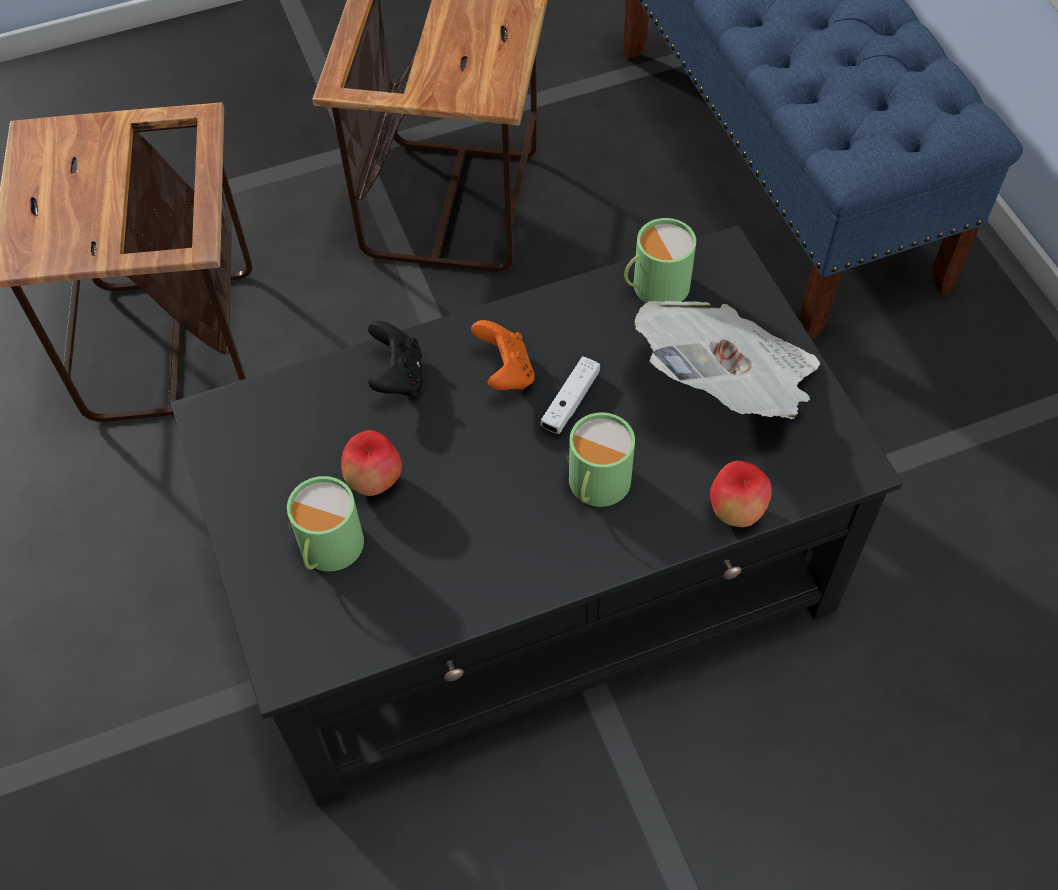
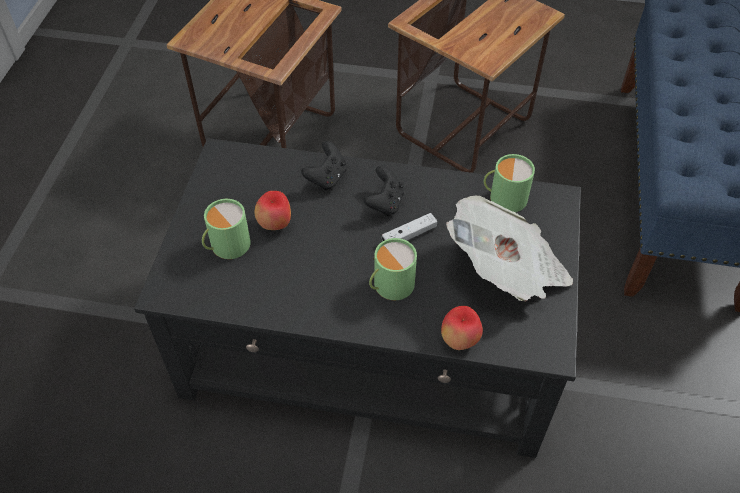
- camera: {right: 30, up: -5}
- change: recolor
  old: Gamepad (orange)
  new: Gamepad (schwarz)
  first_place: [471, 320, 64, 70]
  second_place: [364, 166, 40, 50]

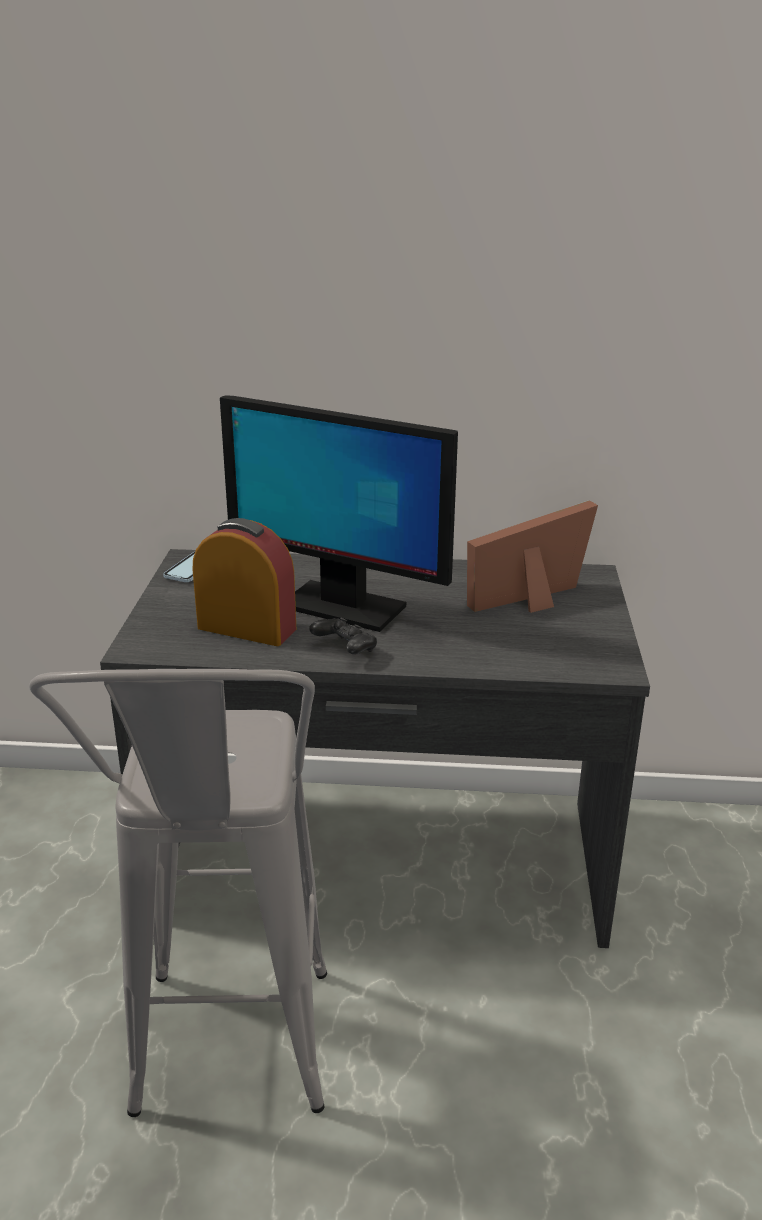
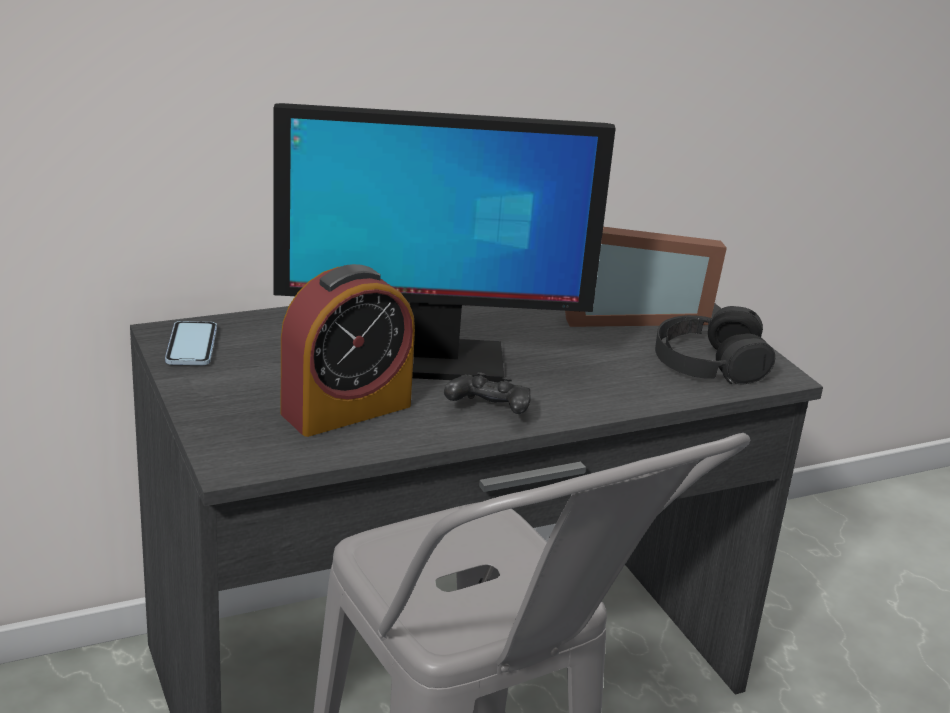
- camera: {right: -30, up: 0}
- change: insert
  new: Kopfhörer (schwarz)
  second_place: [655, 306, 120, 79]
- change: rotate
  old: Wecker
  first_place: [193, 518, 103, 128]
  second_place: [281, 264, 134, 173]
  degrees: 150
- change: rotate
  old: Bilderrahmen
  first_place: [467, 500, 131, 113]
  second_place: [565, 227, 162, 100]
  degrees: -135

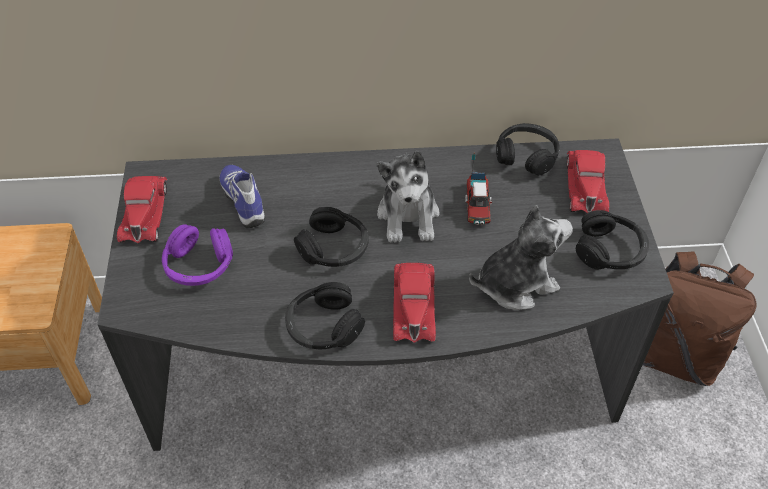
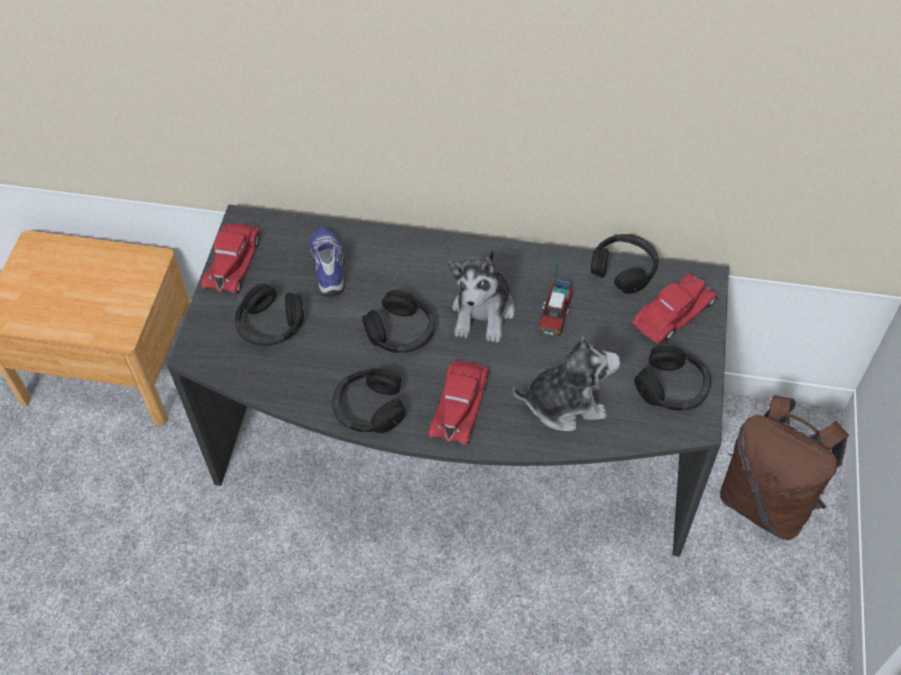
- camera: {right: 15, up: 5}
- change: recolor
  old: Kopfhörer (lila)
  new: Kopfhörer (schwarz)
  first_place: [162, 224, 71, 62]
  second_place: [235, 283, 69, 63]
- change: rotate
  old: Spielzeugauto (rot)
  first_place: [567, 150, 42, 63]
  second_place: [632, 273, 86, 70]
  degrees: -150

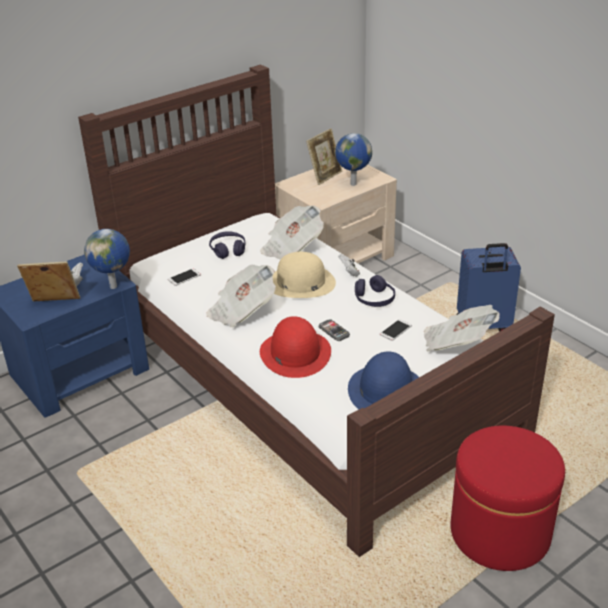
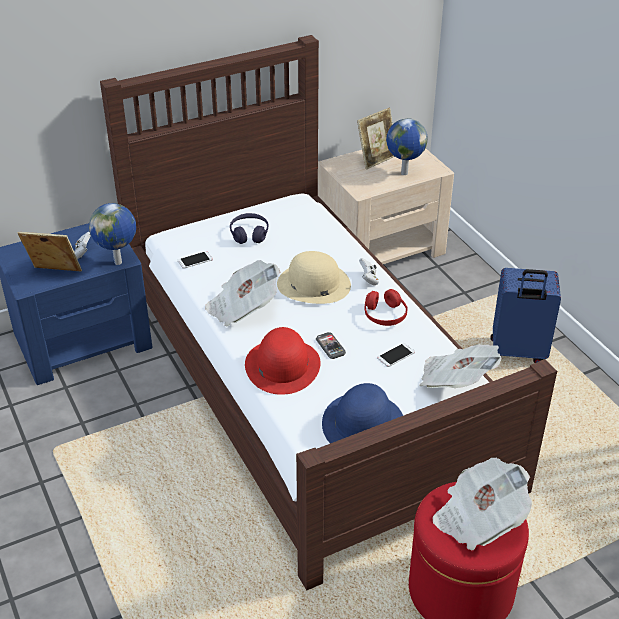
- camera: {right: 10, up: 5}
- change: move
  old: Zeitung
  first_place: [260, 205, 64, 54]
  second_place: [433, 458, 99, 93]
- change: recolor
  old: Kopfhörer (lila)
  new: Kopfhörer (rot)
  first_place: [355, 275, 40, 32]
  second_place: [365, 289, 43, 37]

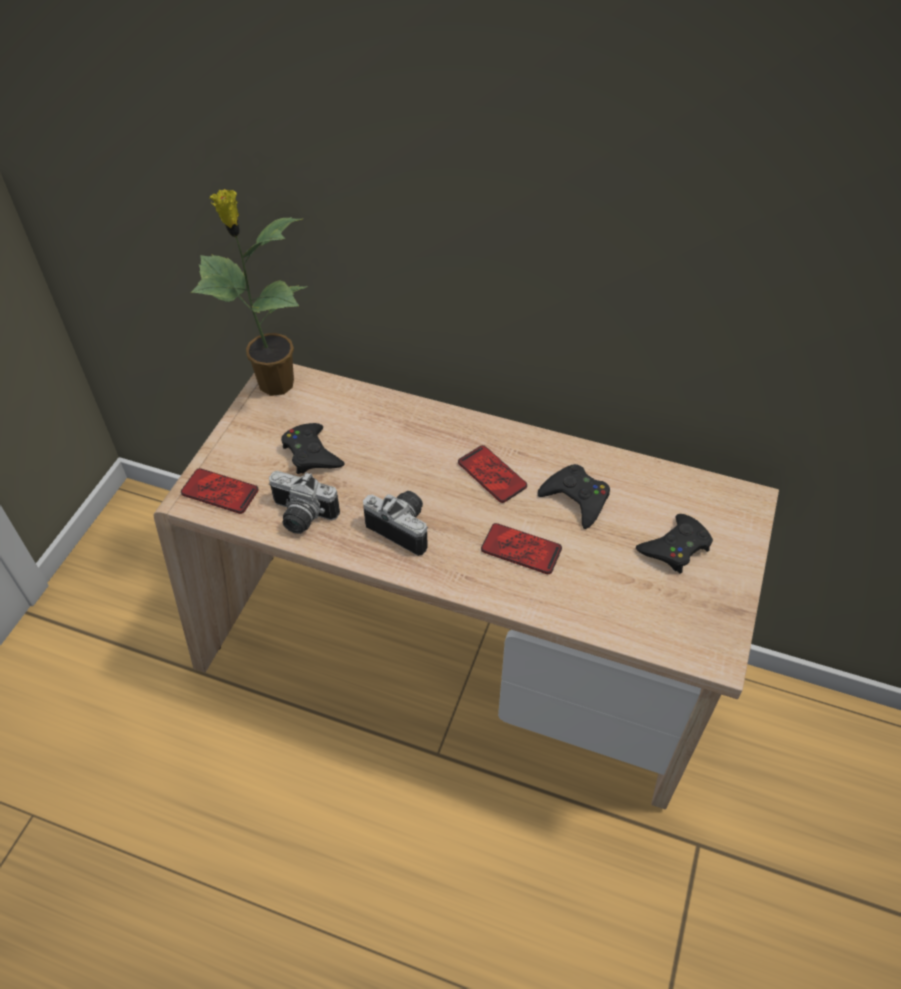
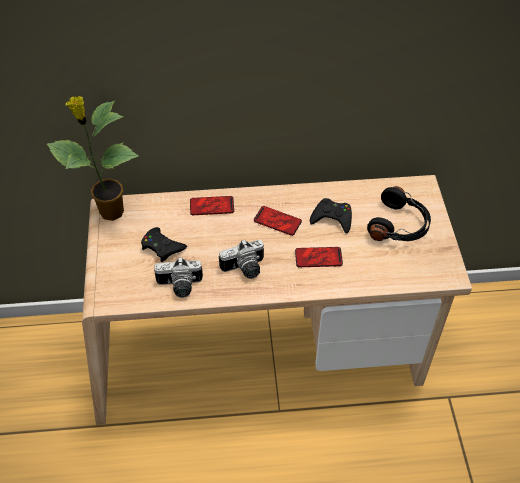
- camera: {right: -25, up: 0}
- change: move
  old: Handy
  first_place: [181, 468, 78, 46]
  second_place: [190, 196, 44, 19]
- change: replace
  old: Gamepad (schwarz)
  new: Kopfhörer (schwarz)
  first_place: [636, 514, 77, 60]
  second_place: [367, 186, 64, 55]
- change: rotate
  old: Kamera
  first_place: [363, 491, 65, 65]
  second_place: [219, 239, 45, 40]
  degrees: 150

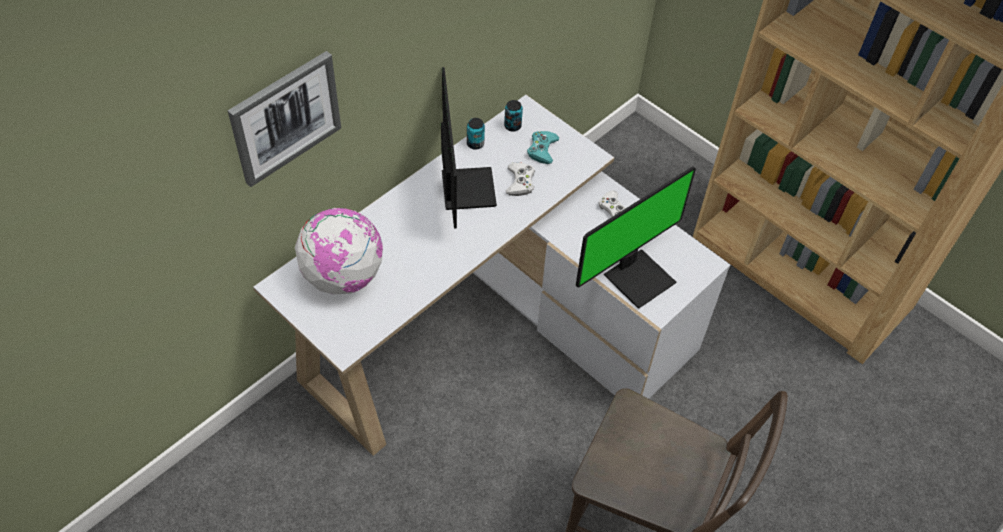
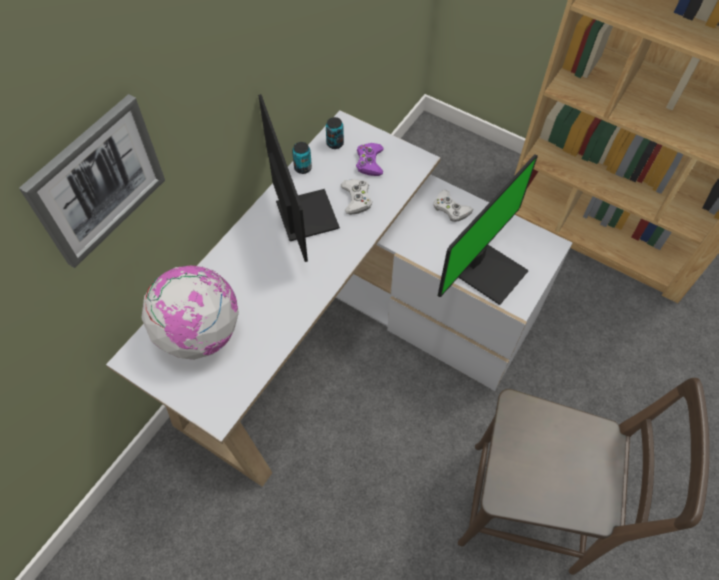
- camera: {right: -10, up: 5}
- change: recolor
  old: Gamepad (türkis)
  new: Gamepad (lila)
  first_place: [527, 131, 32, 33]
  second_place: [356, 143, 28, 33]

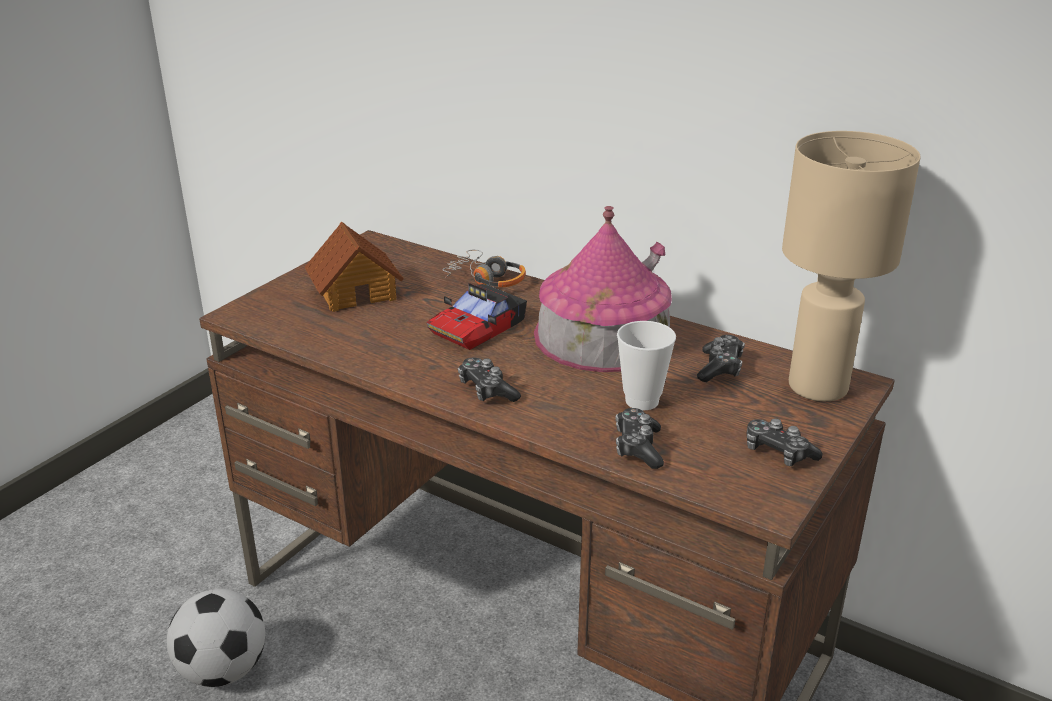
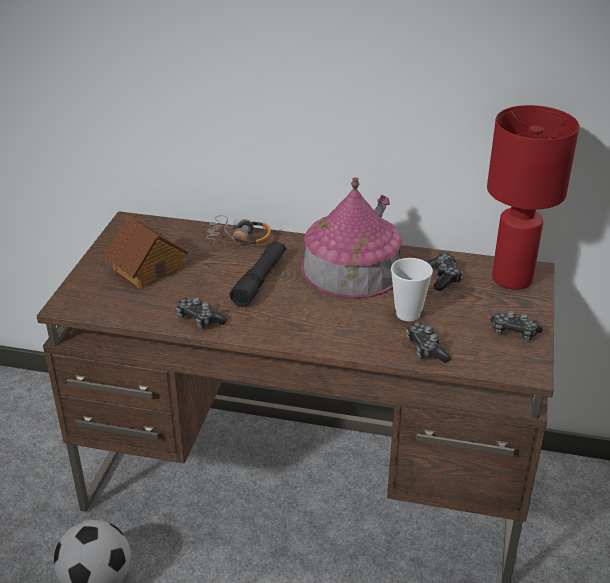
- camera: {right: -20, up: 5}
- change: move
  old: Gamepad
  first_place: [458, 357, 63, 45]
  second_place: [176, 297, 51, 32]
- change: replace
  old: Spielzeugauto
  new: Taschenlampe (schwarz)
  first_place: [426, 283, 101, 67]
  second_place: [230, 241, 56, 66]
- change: recolor
  old: Tischlampe (beige)
  new: Tischlampe (rot)
  first_place: [782, 131, 139, 270]
  second_place: [487, 105, 92, 185]

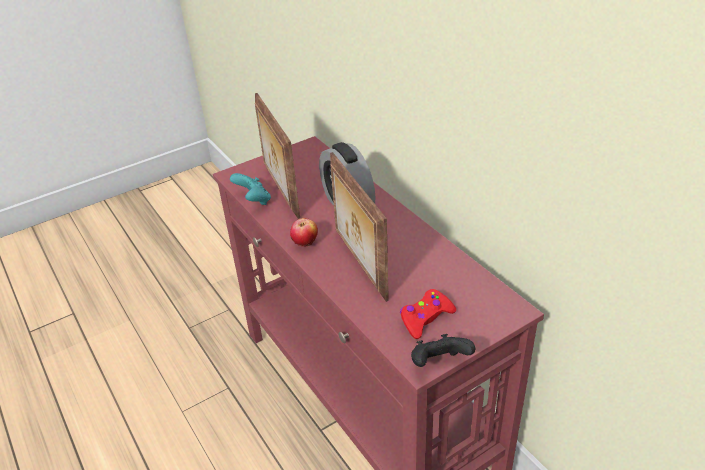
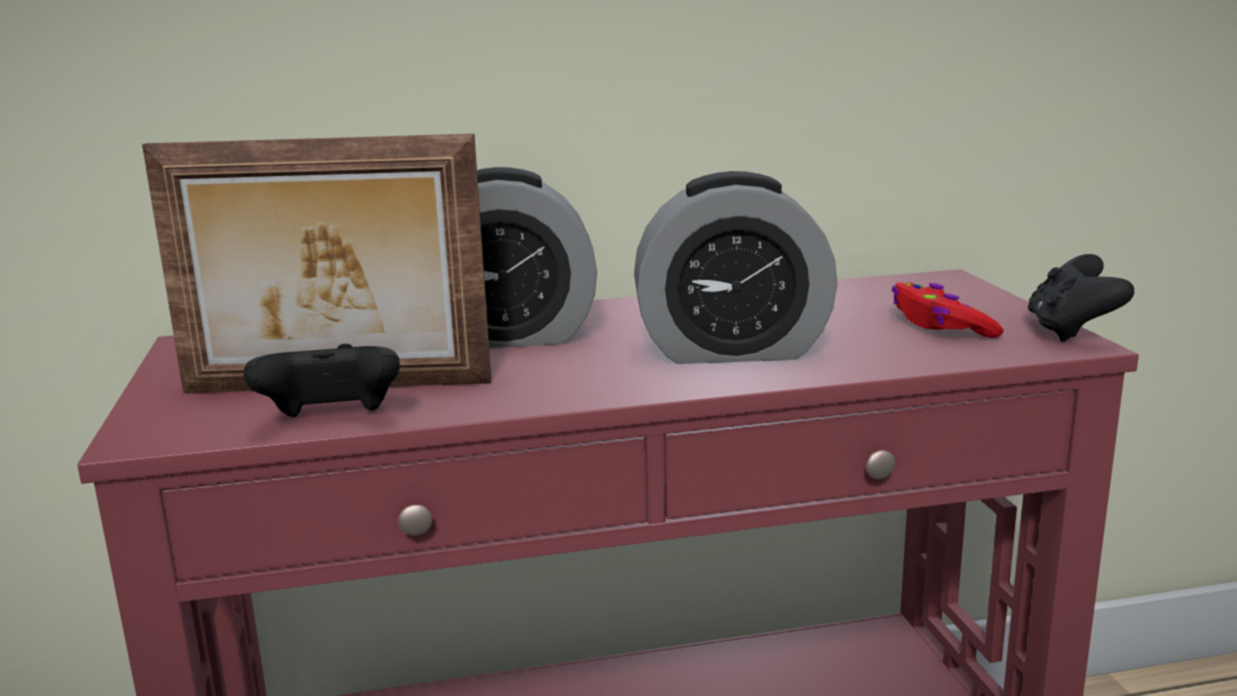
- camera: {right: -70, up: -20}
- change: delete
  old: Apfel
  first_place: [290, 218, 28, 28]
- change: replace
  old: Bilderrahmen
  new: Wecker
  first_place: [330, 152, 59, 150]
  second_place: [634, 171, 203, 193]
- change: recolor
  old: Gamepad (türkis)
  new: Gamepad (schwarz)
  first_place: [230, 173, 41, 32]
  second_place: [243, 344, 157, 73]

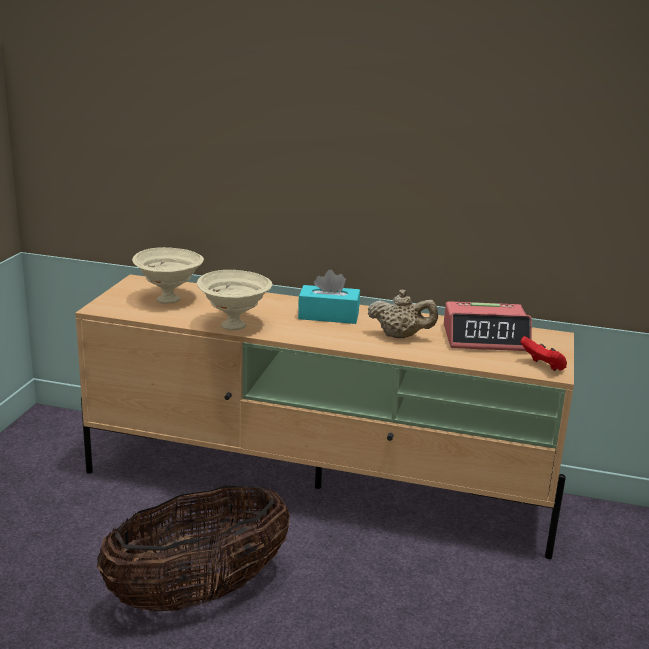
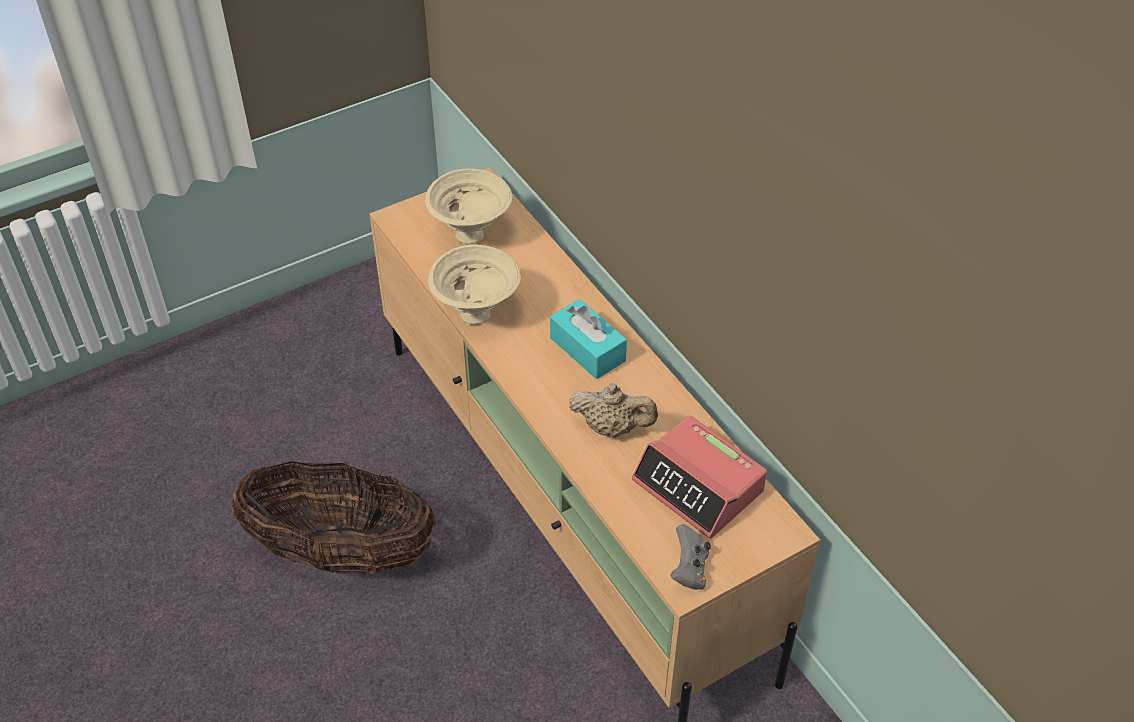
- camera: {right: 45, up: 25}
- change: recolor
  old: Gamepad (rot)
  new: Gamepad (grau)
  first_place: [520, 336, 47, 35]
  second_place: [670, 524, 41, 66]
- change: rotate
  old: Teekanne (beige)
  first_place: [368, 290, 70, 49]
  second_place: [569, 384, 89, 54]
  degrees: -45

